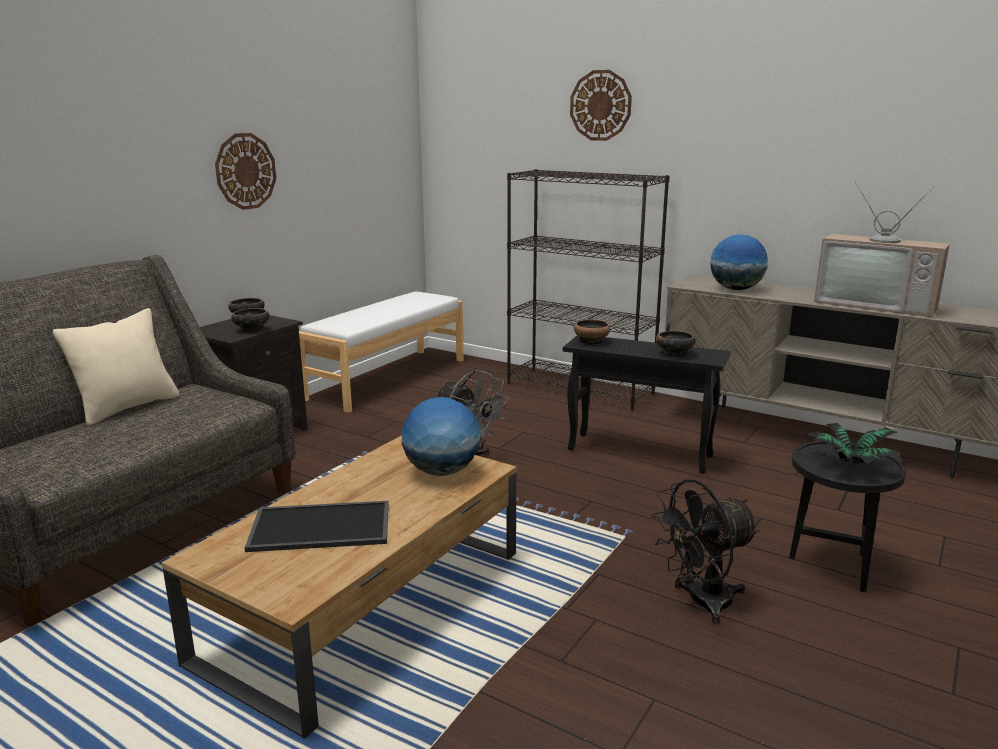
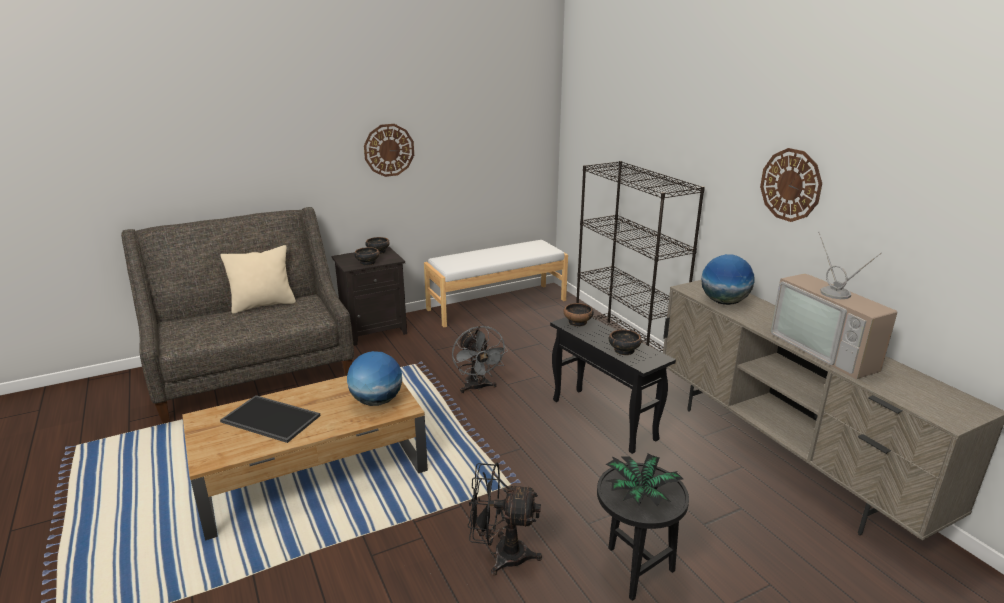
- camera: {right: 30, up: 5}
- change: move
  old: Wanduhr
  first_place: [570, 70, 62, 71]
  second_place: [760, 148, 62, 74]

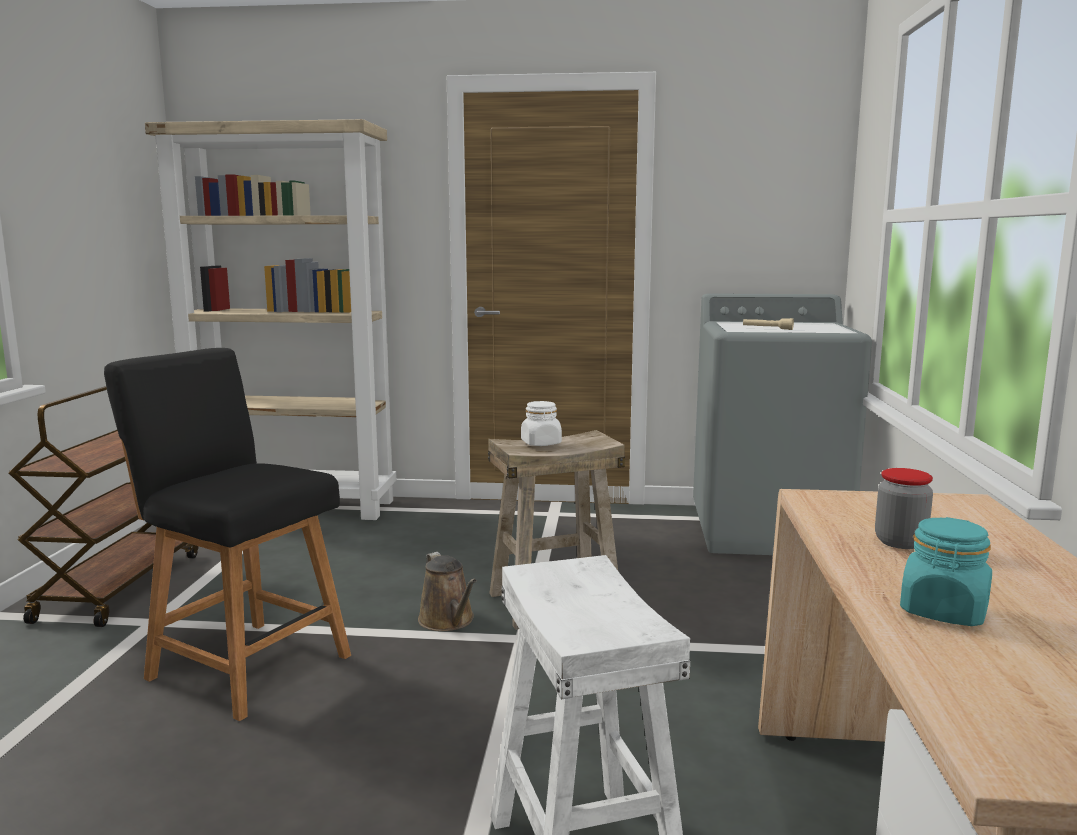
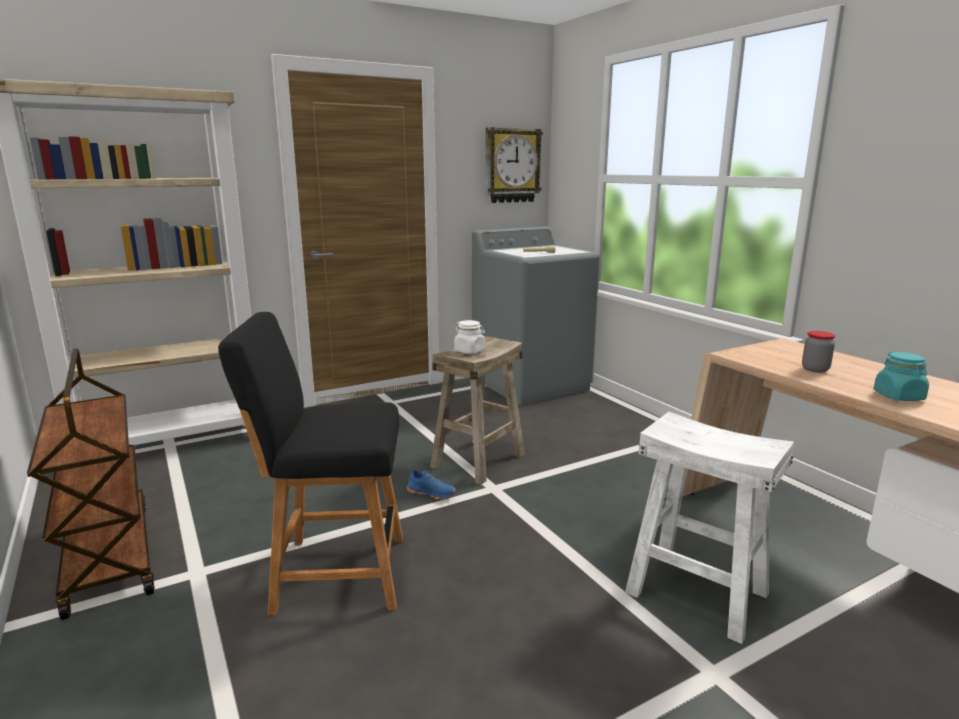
- camera: {right: -35, up: 5}
- change: insert
  new: Wanduhr
  second_place: [486, 127, 57, 76]
- change: replace
  old: Gießkanne (braun)
  new: Schuh (blau)
  first_place: [418, 552, 59, 79]
  second_place: [407, 468, 49, 32]

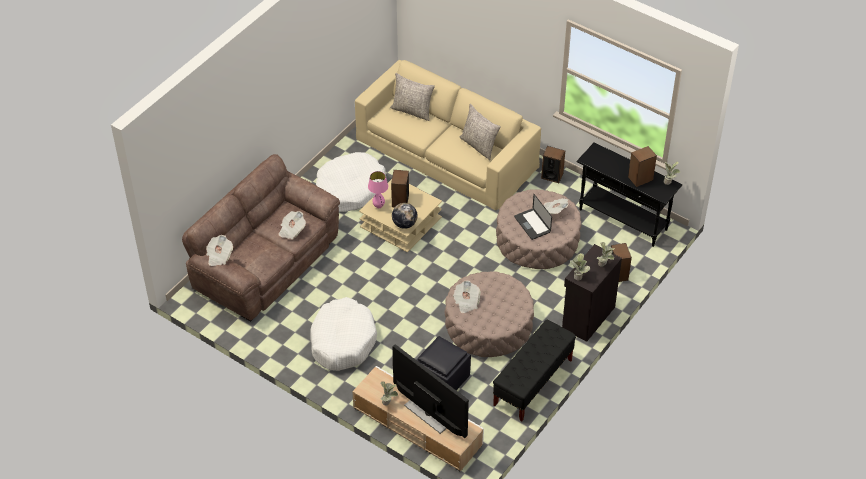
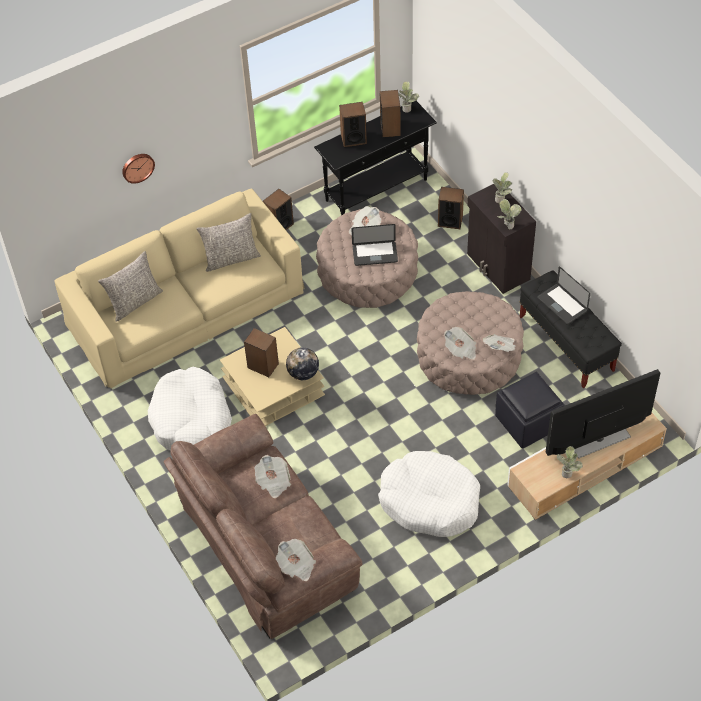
- camera: {right: -65, up: 5}
- change: delete
  old: Tischlampe (rosa)
  first_place: [368, 171, 20, 37]
- change: insert
  new: Wanduhr
  second_place: [122, 154, 33, 30]
- change: insert
  new: Lautsprecher
  second_place: [339, 102, 28, 45]
- change: insert
  new: Zeitung
  second_place: [483, 334, 33, 18]
- change: insert
  new: Laptop
  second_place: [537, 266, 53, 59]

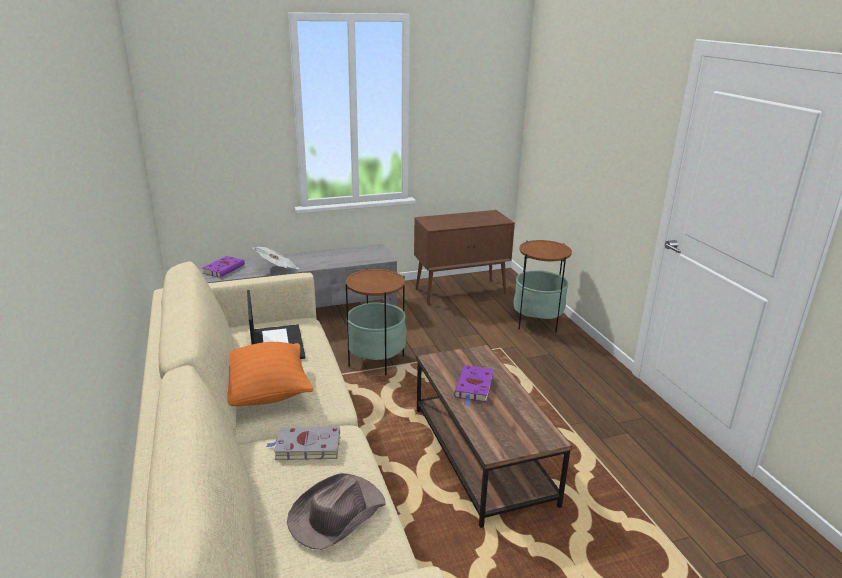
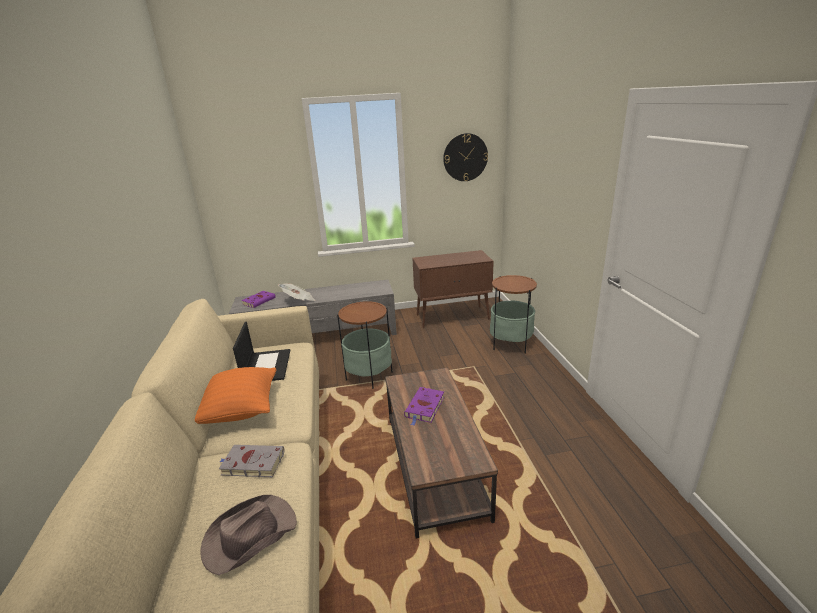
- camera: {right: 10, up: 0}
- change: insert
  new: Wanduhr
  second_place: [443, 133, 45, 48]

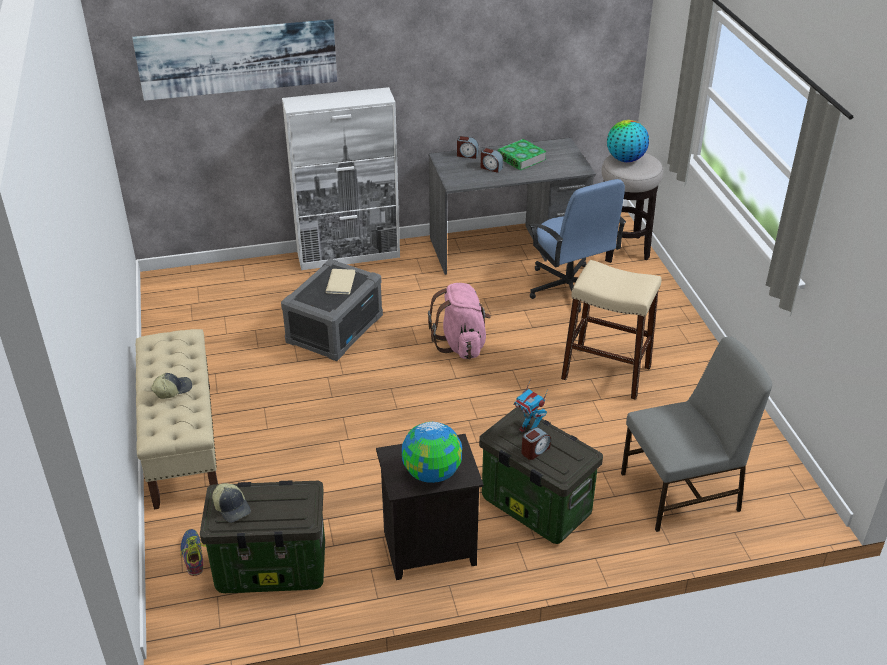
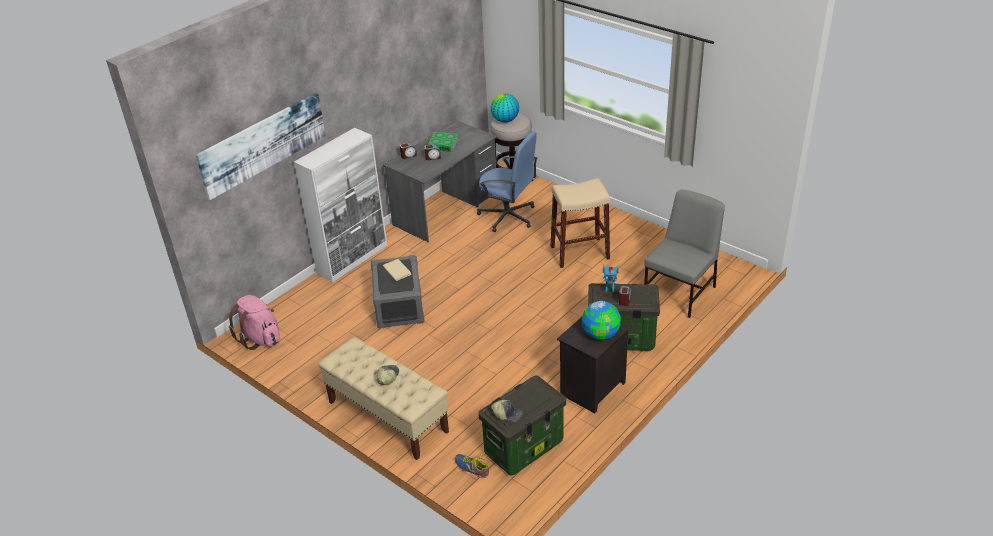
- camera: {right: -35, up: 0}
- change: move
  old: Rucksack (rosa)
  first_place: [428, 283, 63, 76]
  second_place: [229, 295, 51, 55]

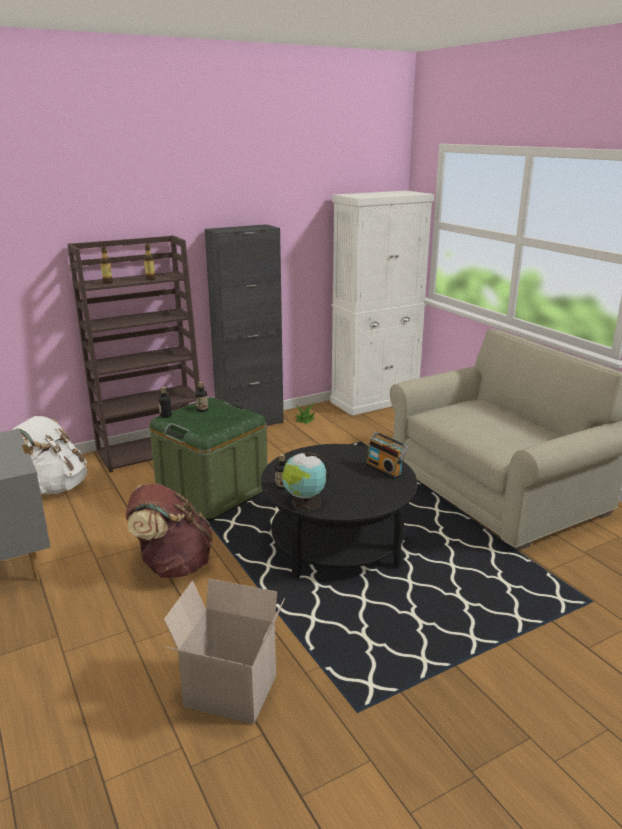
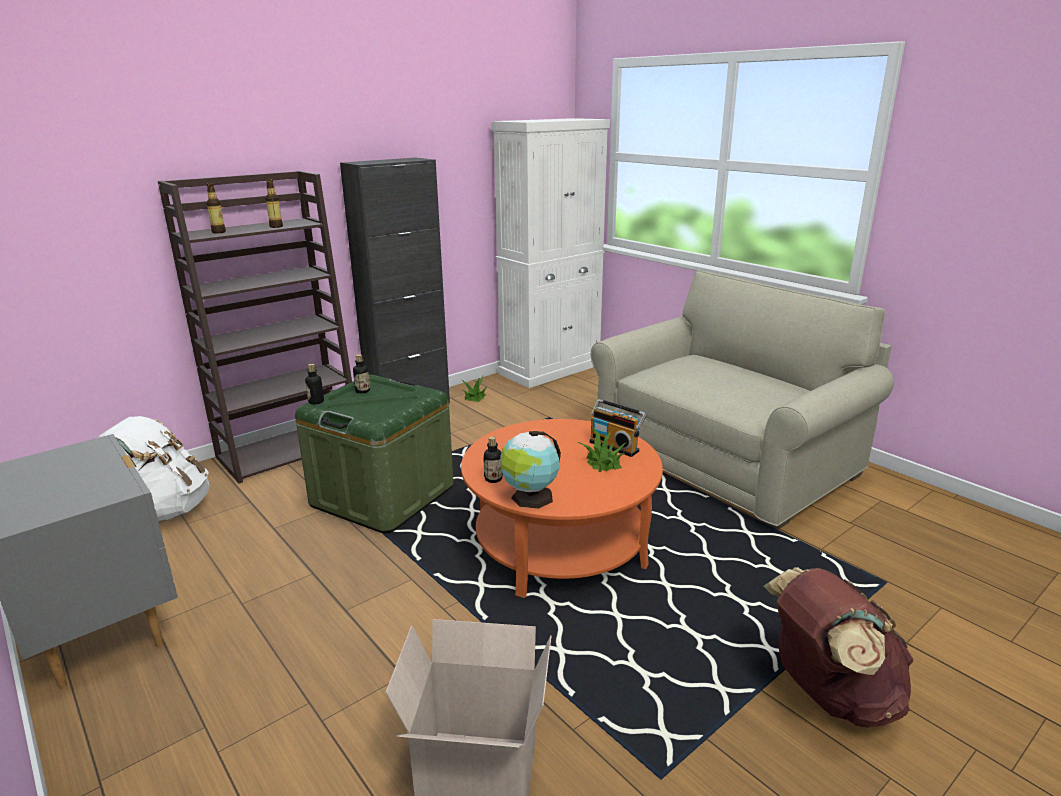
- camera: {right: -10, up: 0}
- change: insert
  new: Topfpflanze
  second_place: [578, 427, 49, 45]
- change: move
  old: Rucksack (braun)
  first_place: [126, 483, 87, 95]
  second_place: [764, 567, 150, 161]
- change: recolor
  old: Couchtisch (schwarz)
  new: Couchtisch (orange)
  first_place: [261, 444, 156, 135]
  second_place: [461, 419, 202, 179]

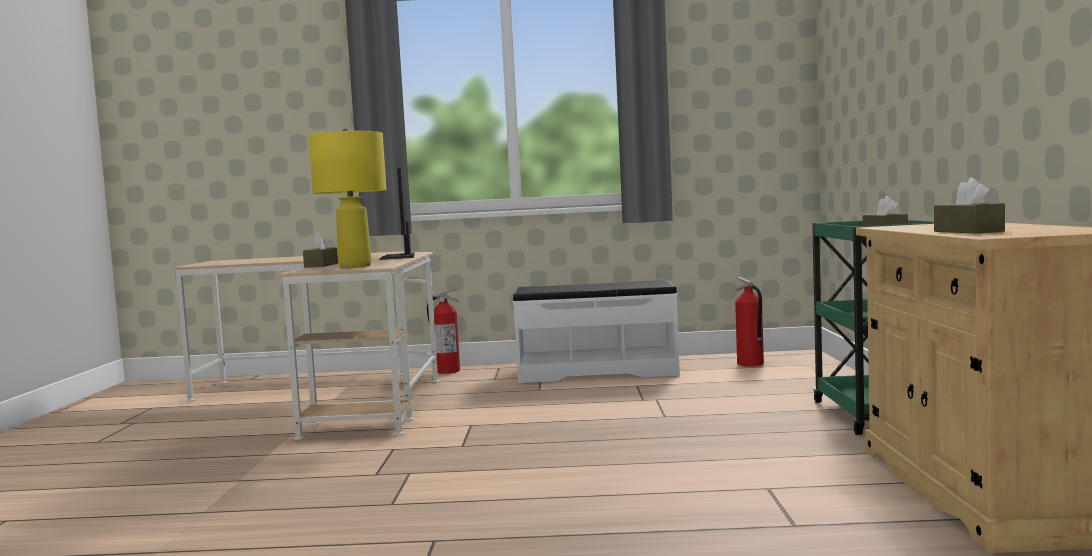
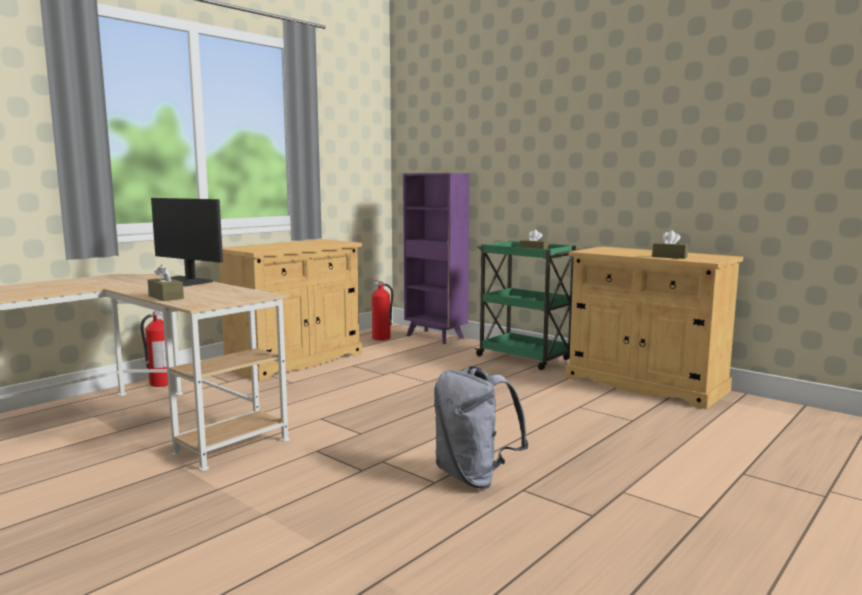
- camera: {right: -50, up: 5}
- change: delete
  old: Tischlampe (gelb)
  first_place: [309, 128, 77, 140]
- change: insert
  new: Bücherregal (lila)
  second_place: [403, 173, 67, 171]
- change: insert
  new: Rucksack (grau)
  second_place: [434, 366, 95, 123]
- change: replace
  old: Bank (weiß)
  new: Schrank (beige)
  first_place: [513, 280, 167, 103]
  second_place: [219, 239, 143, 142]

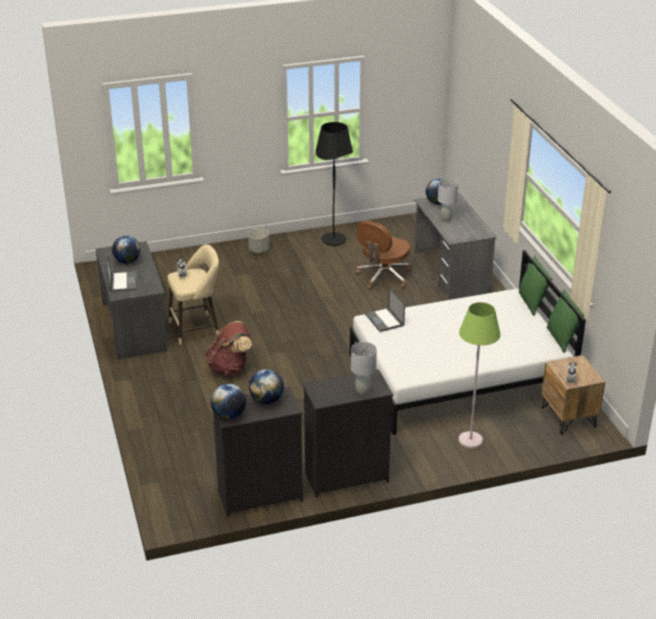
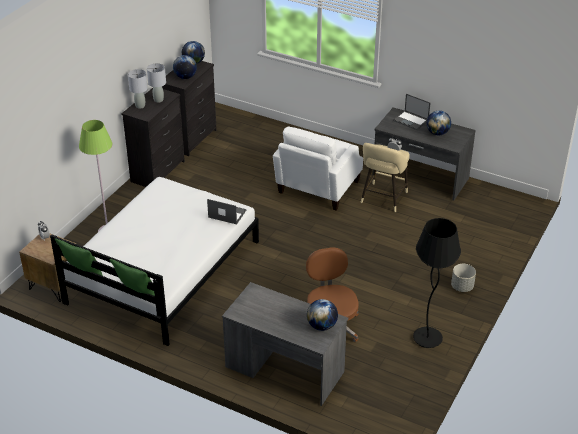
- camera: {right: 135, up: 5}
- change: move
  old: Tischlampe (grau)
  first_place: [438, 179, 20, 43]
  second_place: [147, 63, 19, 40]
- change: replace
  old: Rucksack (braun)
  new: Sessel (weiß)
  first_place: [205, 321, 47, 54]
  second_place: [273, 126, 90, 84]

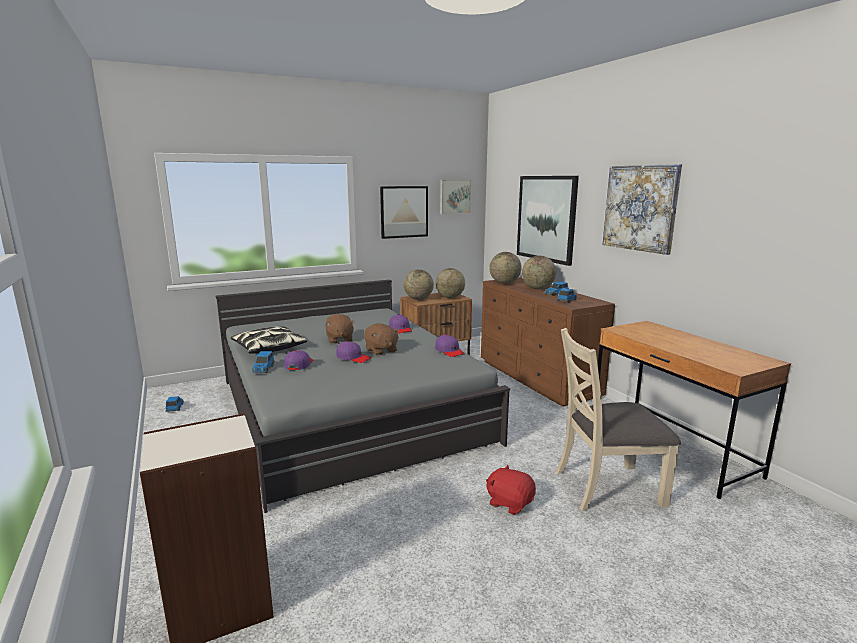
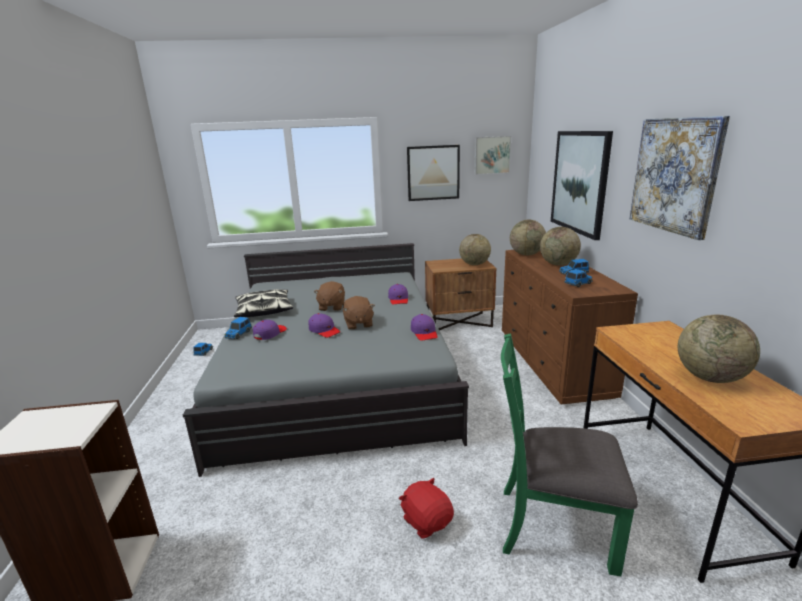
- camera: {right: 20, up: 5}
- change: move
  old: Globus
  first_place: [404, 270, 30, 30]
  second_place: [678, 315, 82, 68]
- change: recolor
  old: Stuhl (beige)
  new: Stuhl (grün)
  first_place: [556, 328, 125, 183]
  second_place: [501, 333, 137, 243]

